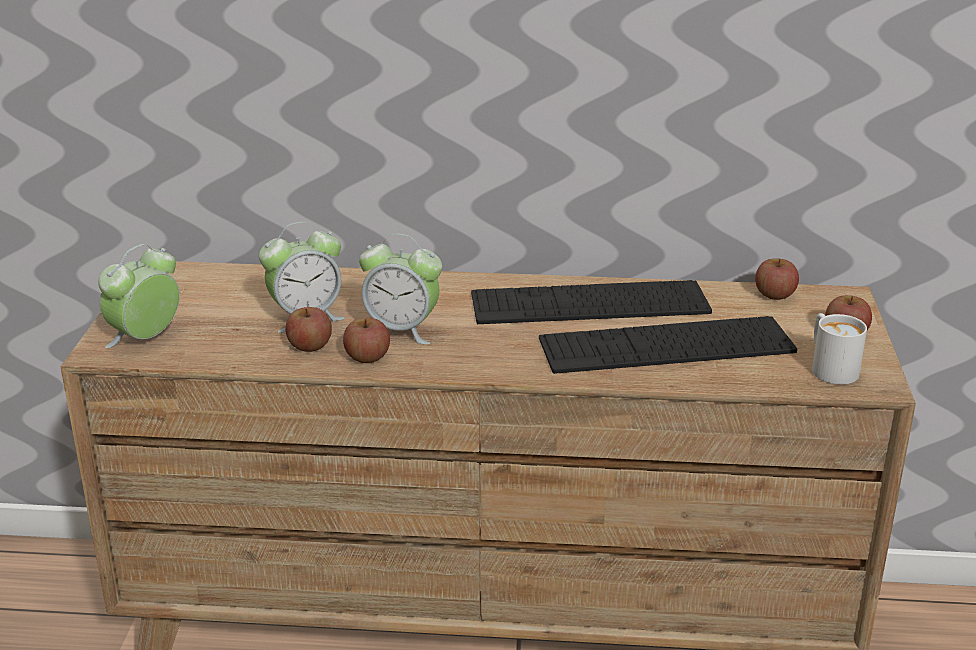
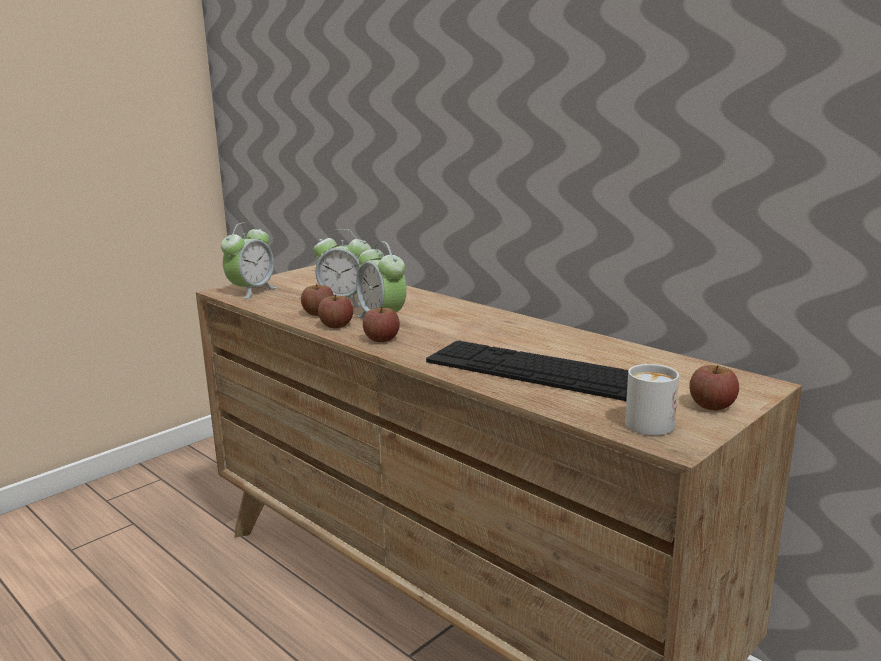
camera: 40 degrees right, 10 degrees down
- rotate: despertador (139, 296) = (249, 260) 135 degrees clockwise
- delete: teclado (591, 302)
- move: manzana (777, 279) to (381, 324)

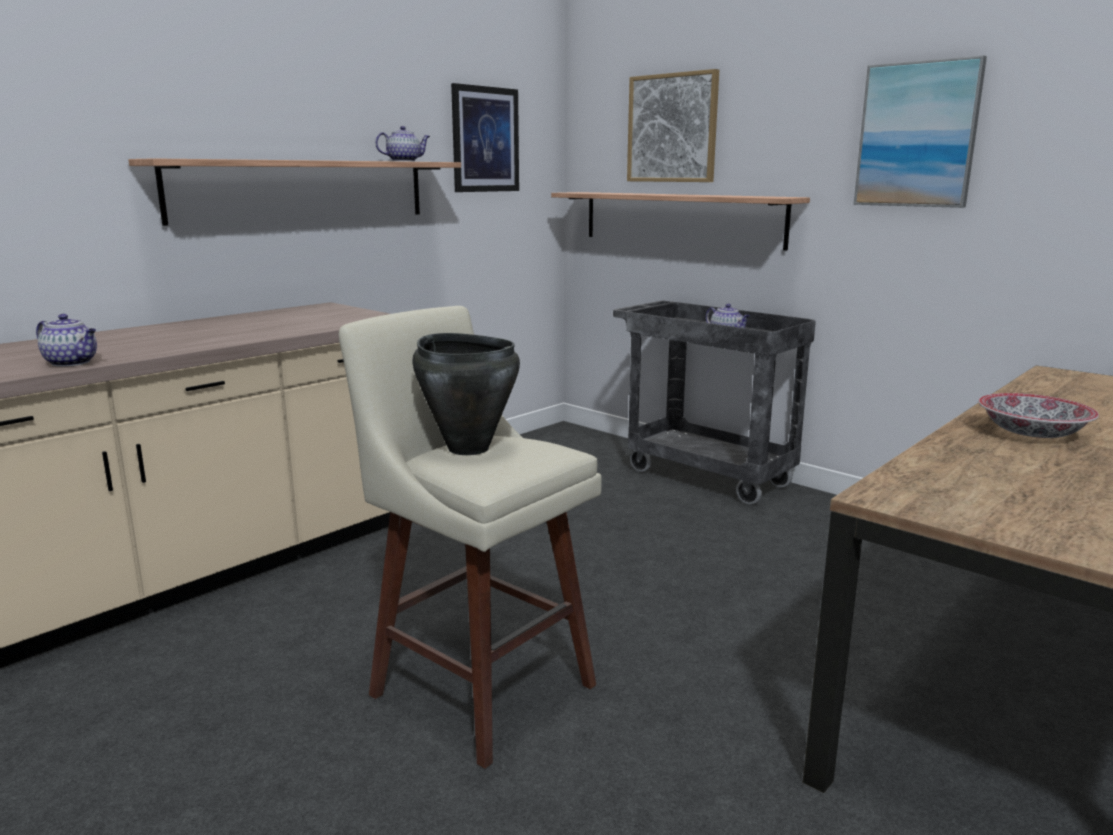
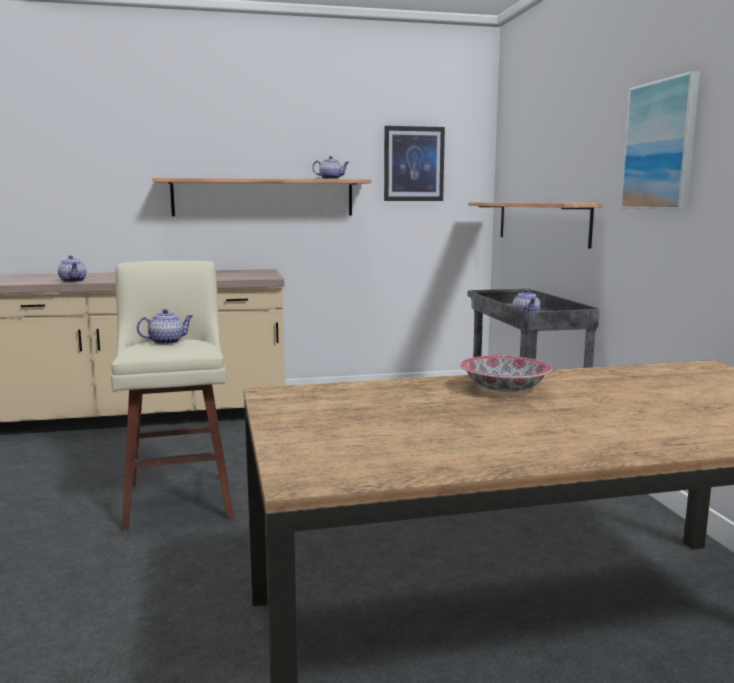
camera: 35 degrees right, 5 degrees down
- replace: olla [negro] (466, 394) to tetera (165, 326)
- delete: cuadro (673, 125)

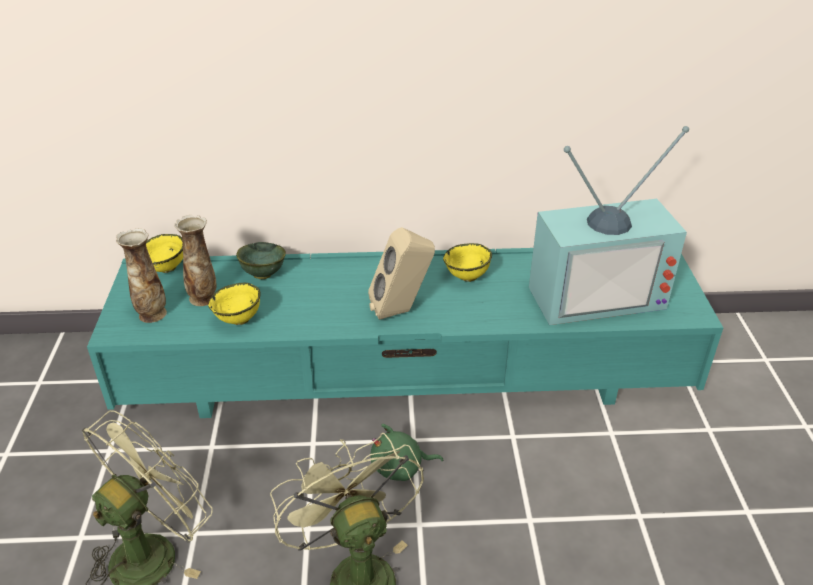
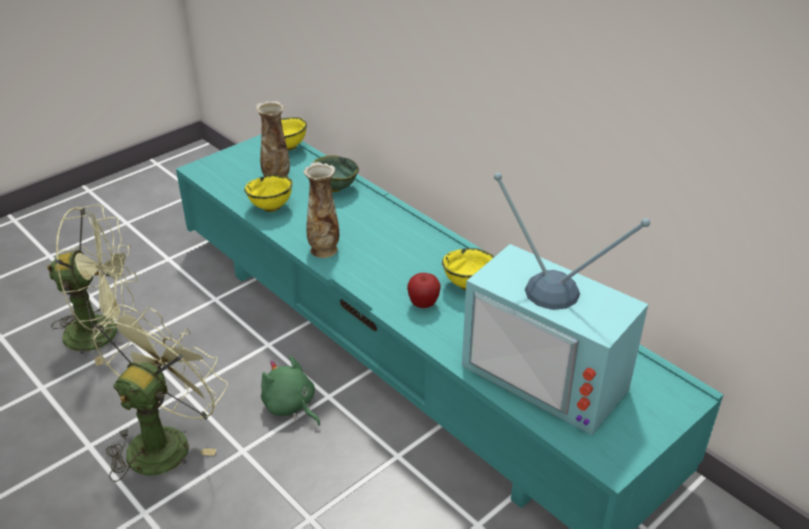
camera: 50 degrees right, 0 degrees up
- move: florero (141, 275) to (321, 210)
- delete: altavoz [beis] (401, 273)
- insert: manzana (423, 290)

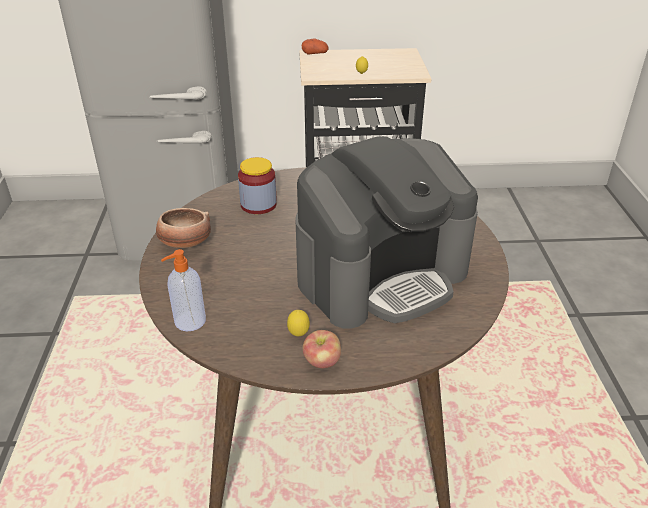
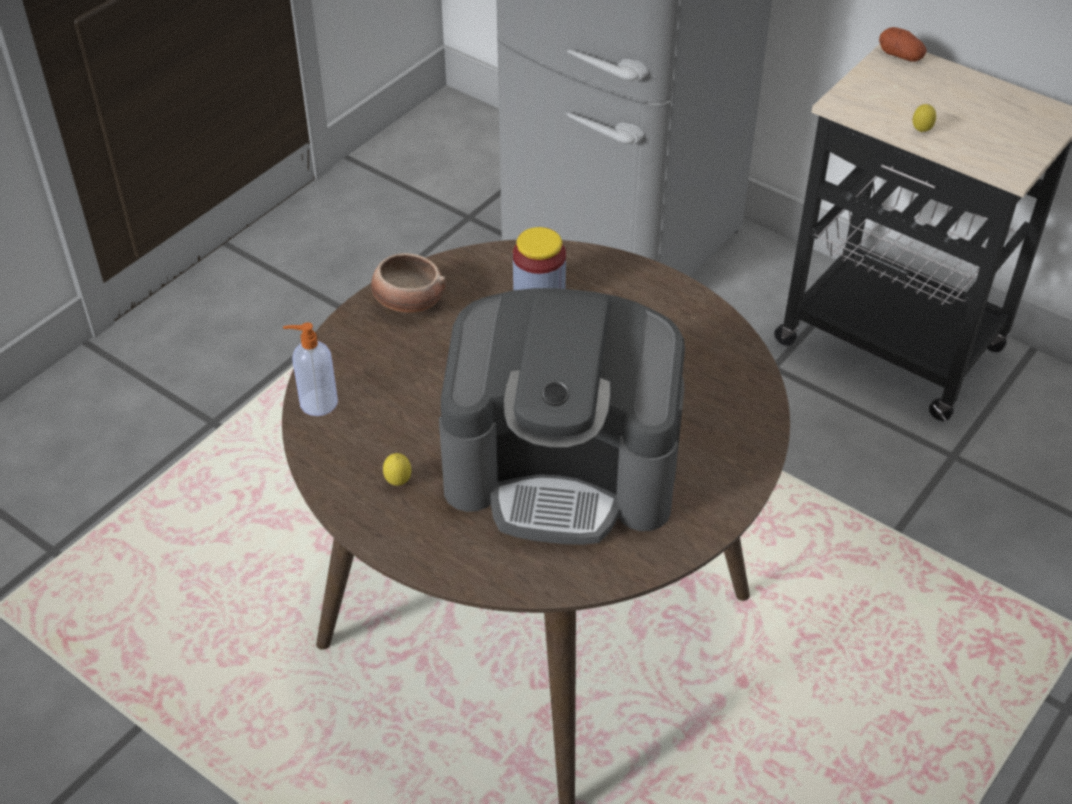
camera: 40 degrees right, 10 degrees up
- delete: manzana (321, 349)

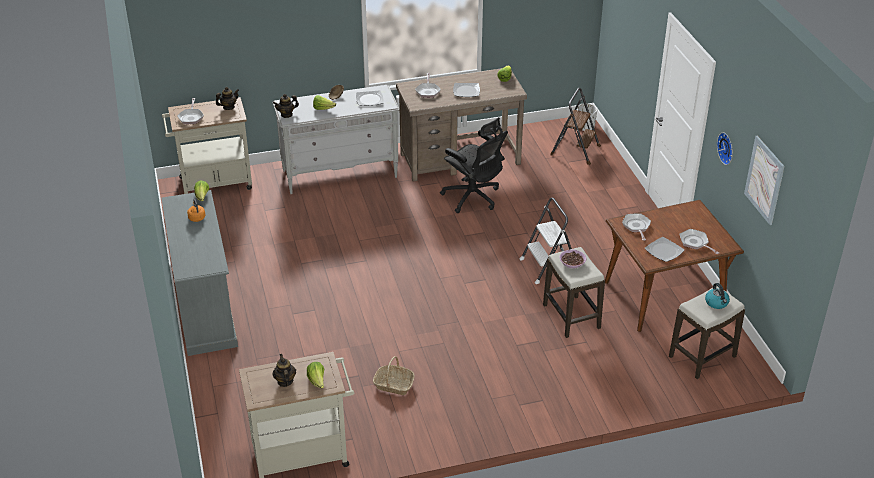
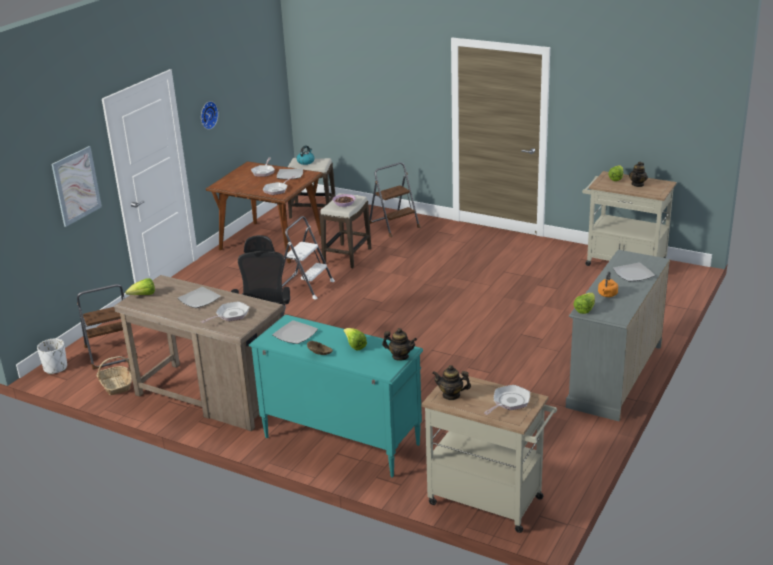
camera: 135 degrees left, 10 degrees down
- recolor: cómoda [blanco] (336, 139) to cómoda [turquesa] (336, 396)
- move: cesta (394, 375) to (114, 375)
- move: cuadro (764, 180) to (76, 186)
- insert: escalera de tijera [marrón] (395, 199)
- insert: plato (634, 271)

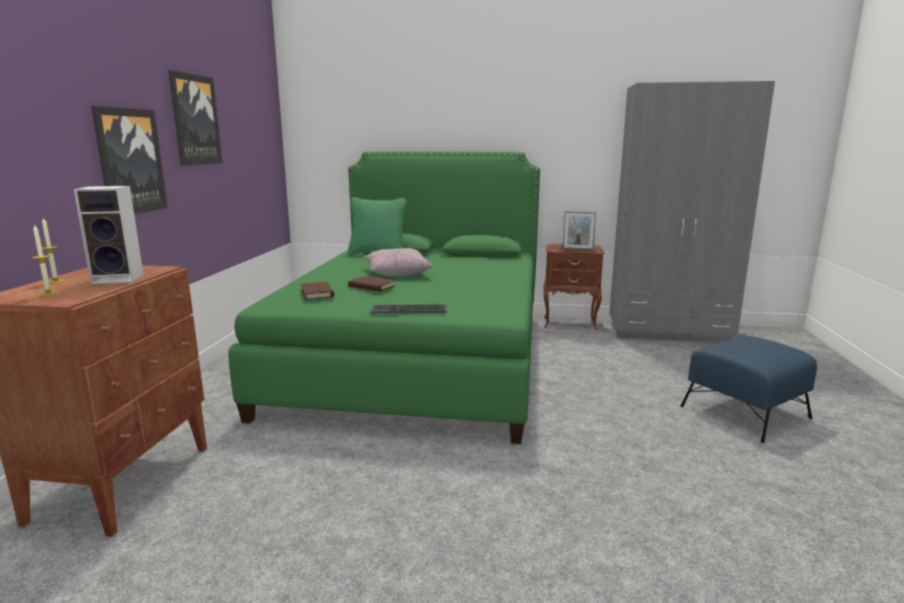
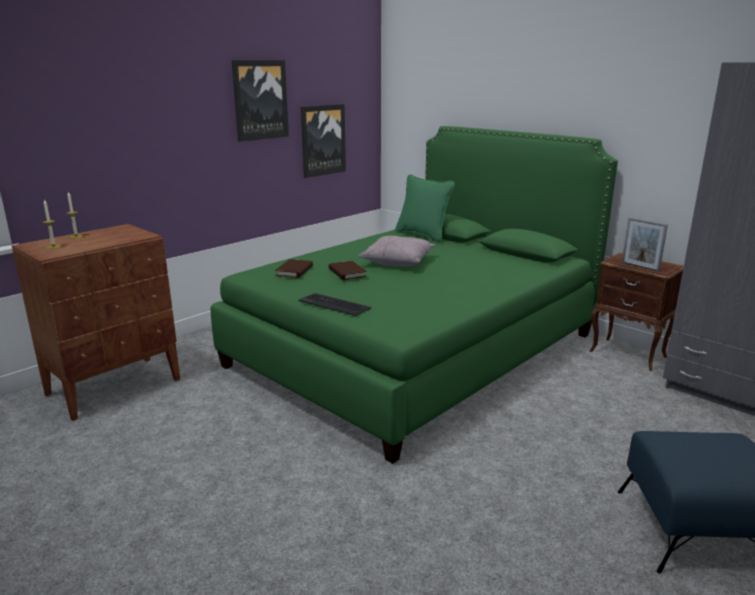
camera: 35 degrees right, 5 degrees up
- delete: altavoz (108, 235)
- move: cuadro (129, 160) to (323, 141)

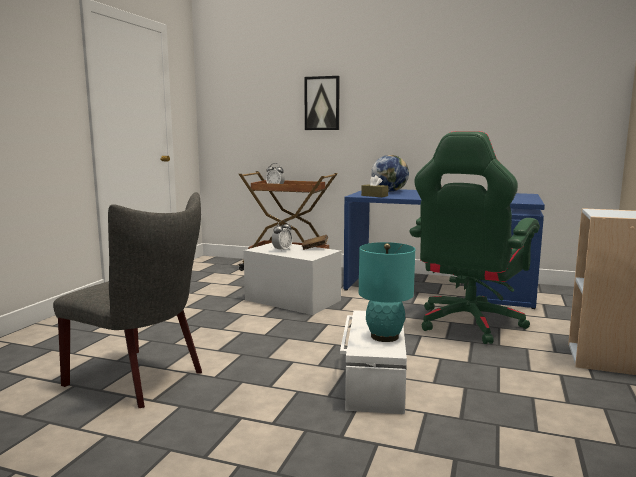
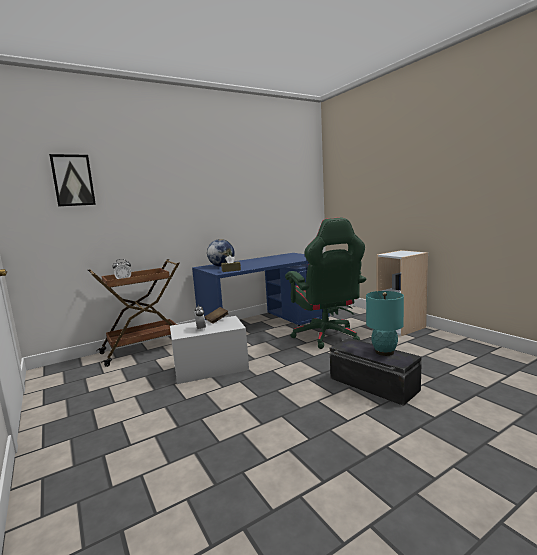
camera: 50 degrees left, 0 degrees up
- delete: silla [gris] (127, 300)
- move: cuadro (322, 103) to (72, 180)
- recolor: caja de almacenaje [blanco] (373, 362) to caja de almacenaje [negro] (376, 372)

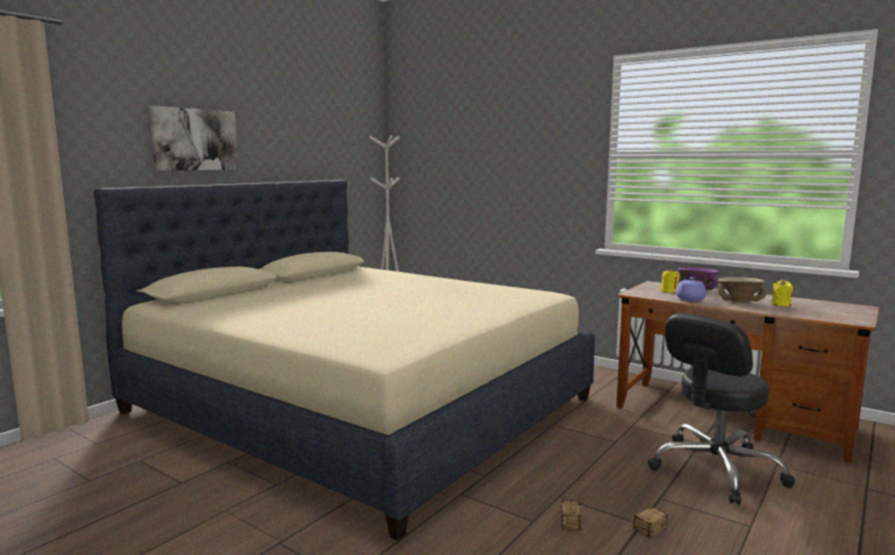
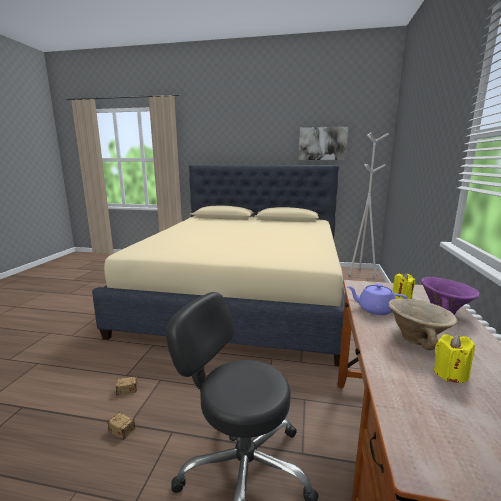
camera: 65 degrees right, 5 degrees up
- move: cuadro (193, 138) to (323, 143)

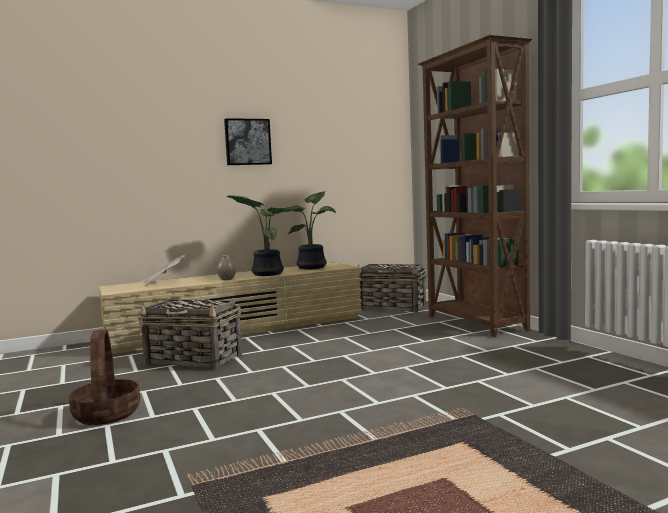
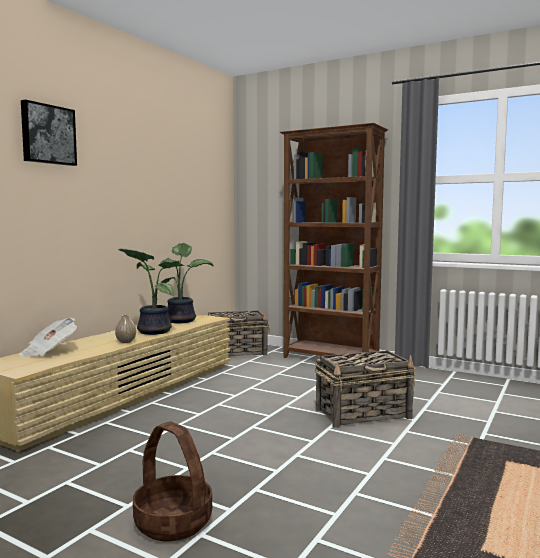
camera: 35 degrees left, 0 degrees up
- move: cesta (190, 334) to (365, 389)
- move: cuadro (248, 141) to (49, 133)

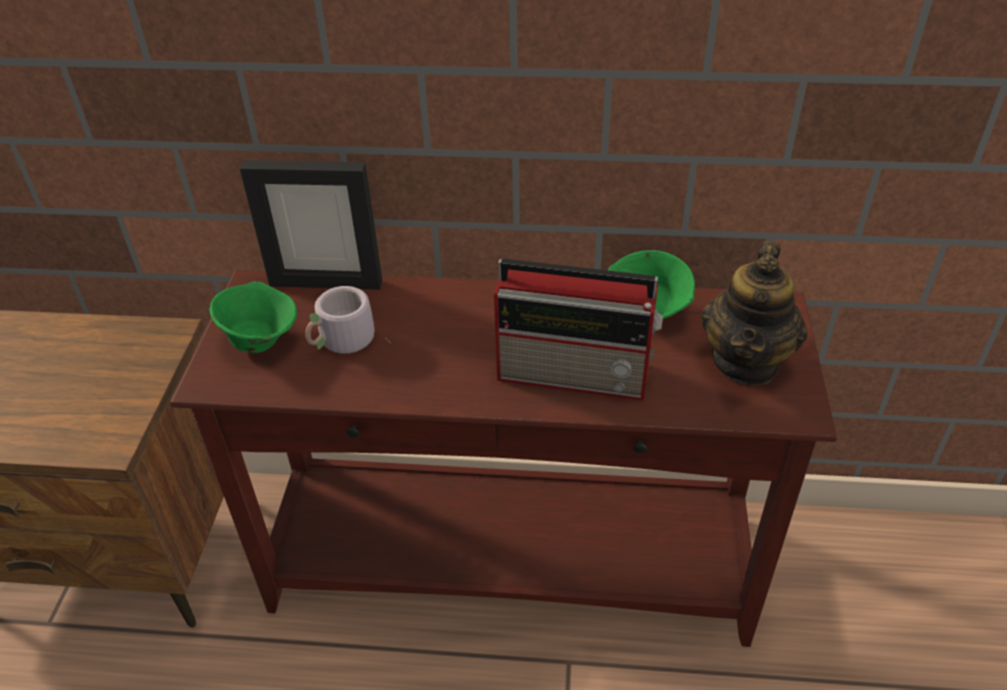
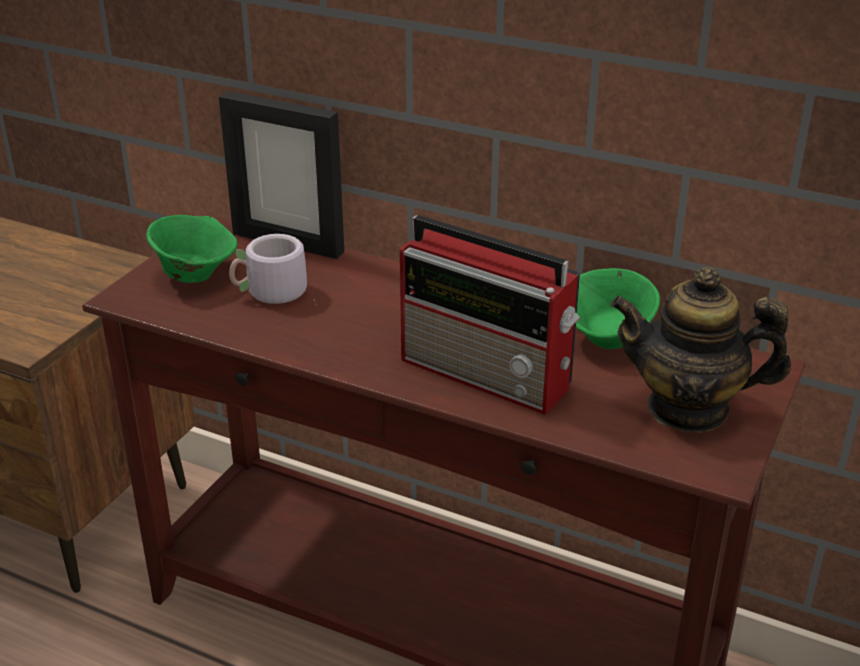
camera: 20 degrees right, 10 degrees down
- rotate: tetera (754, 313) = (700, 350) 60 degrees clockwise

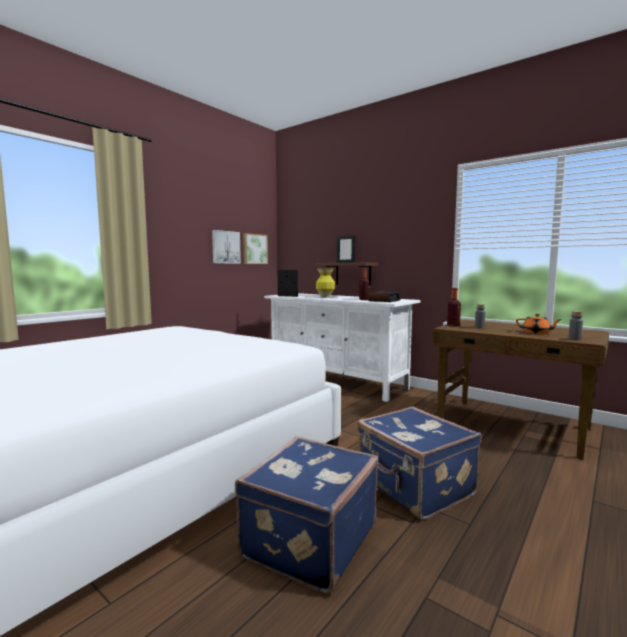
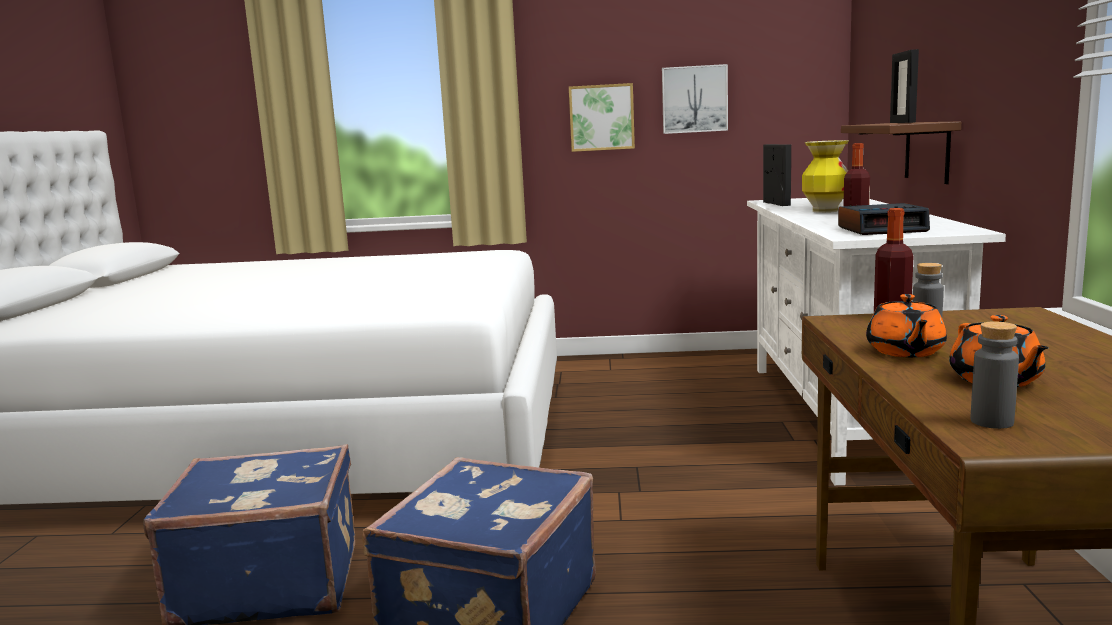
camera: 55 degrees right, 5 degrees up
- move: cuadro (255, 248) to (602, 117)
- insert: tetera [naranja] (906, 325)

